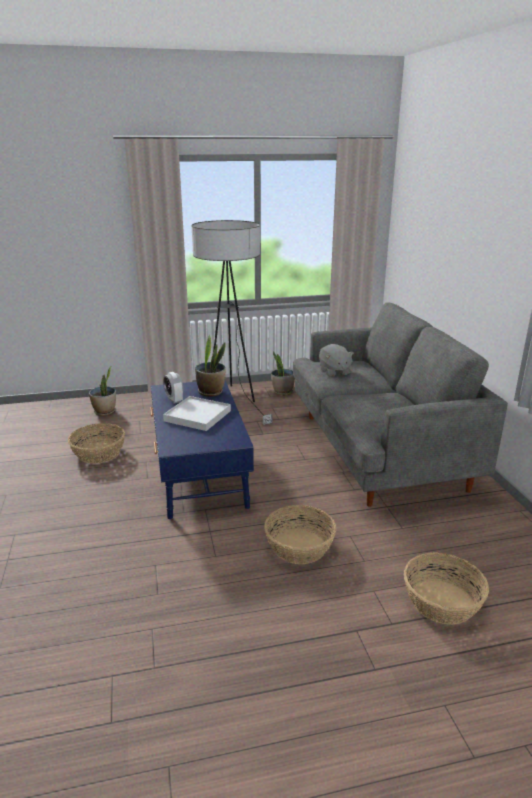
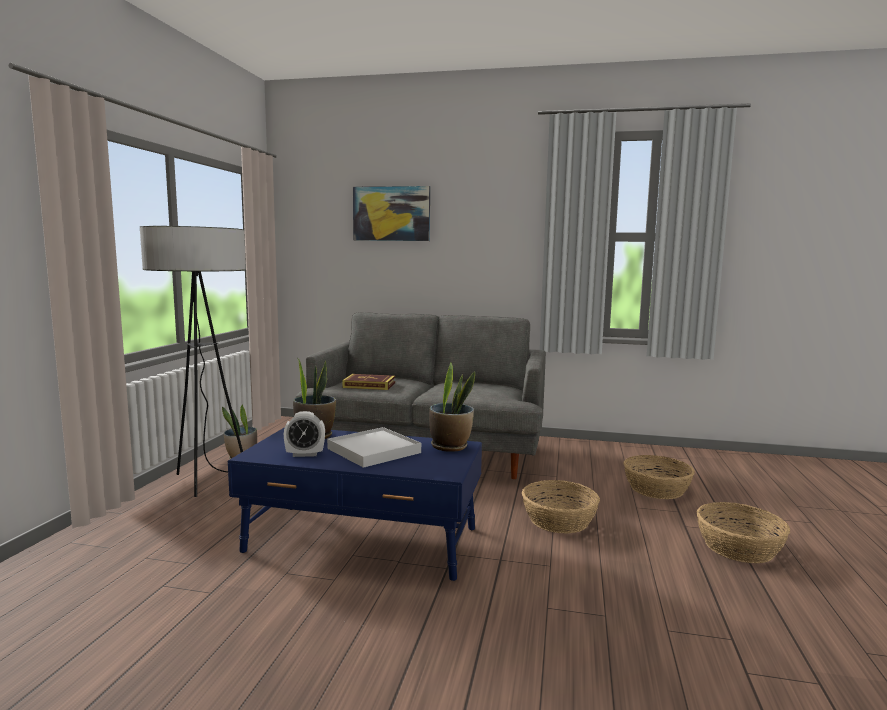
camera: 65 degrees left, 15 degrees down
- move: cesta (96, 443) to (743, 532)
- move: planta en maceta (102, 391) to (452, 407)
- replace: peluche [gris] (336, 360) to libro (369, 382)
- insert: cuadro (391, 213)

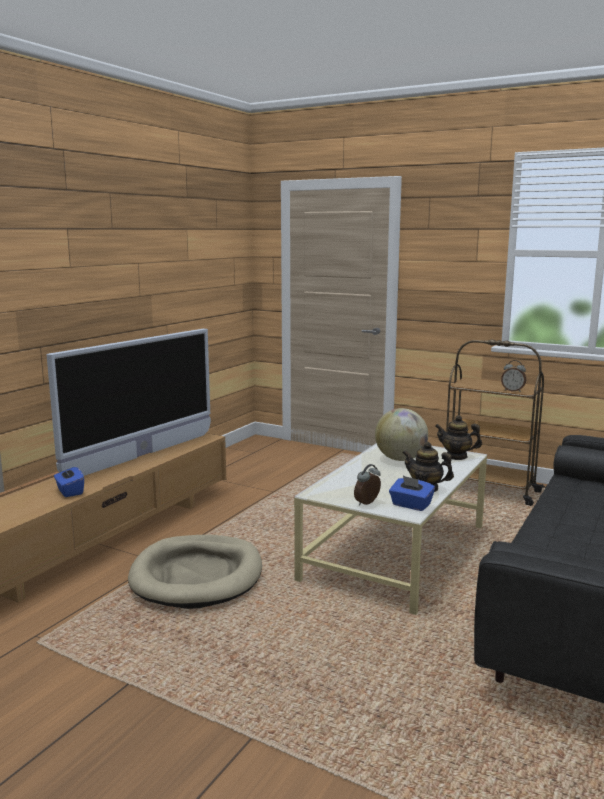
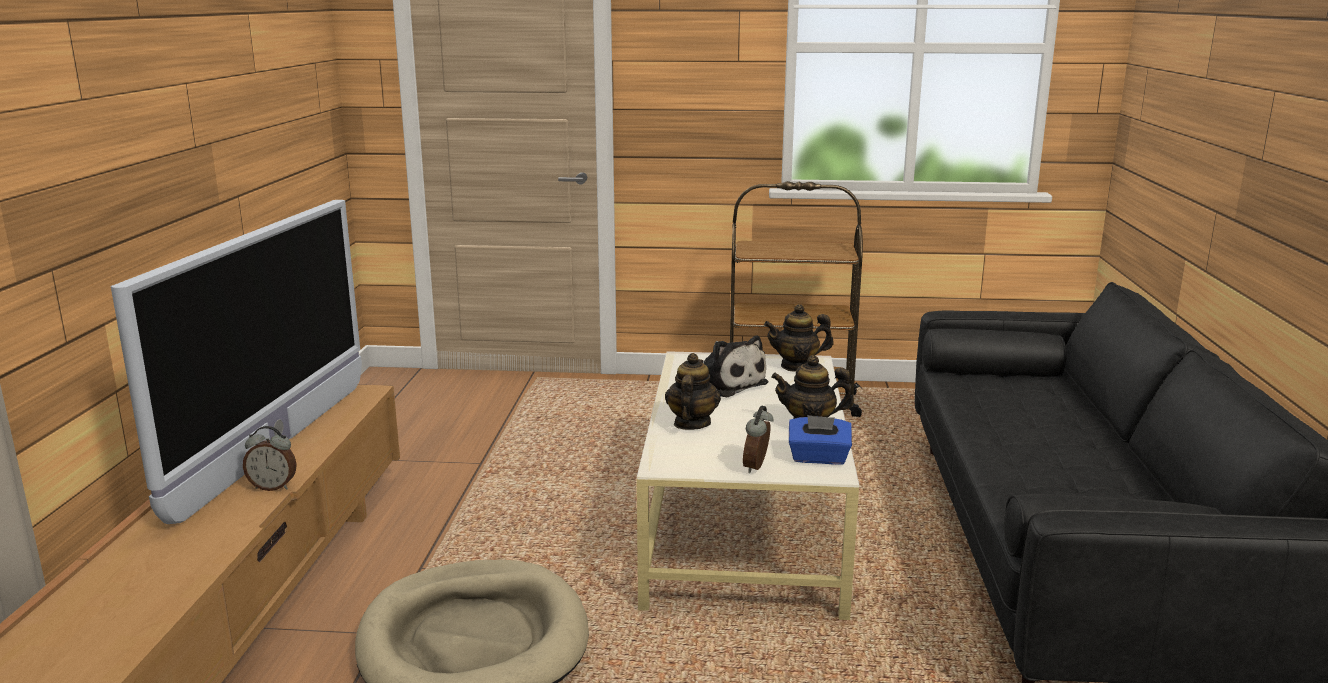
camera: 25 degrees left, 5 degrees up
- delete: caja de pañuelos [azul] (69, 481)
- replace: globo terráqueo (401, 434) to peluche (736, 366)
- move: despertador (513, 376) to (270, 458)
- insert: tetera (693, 391)

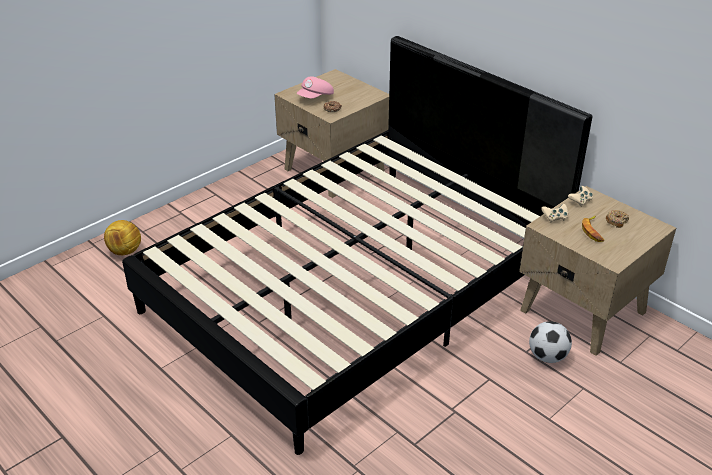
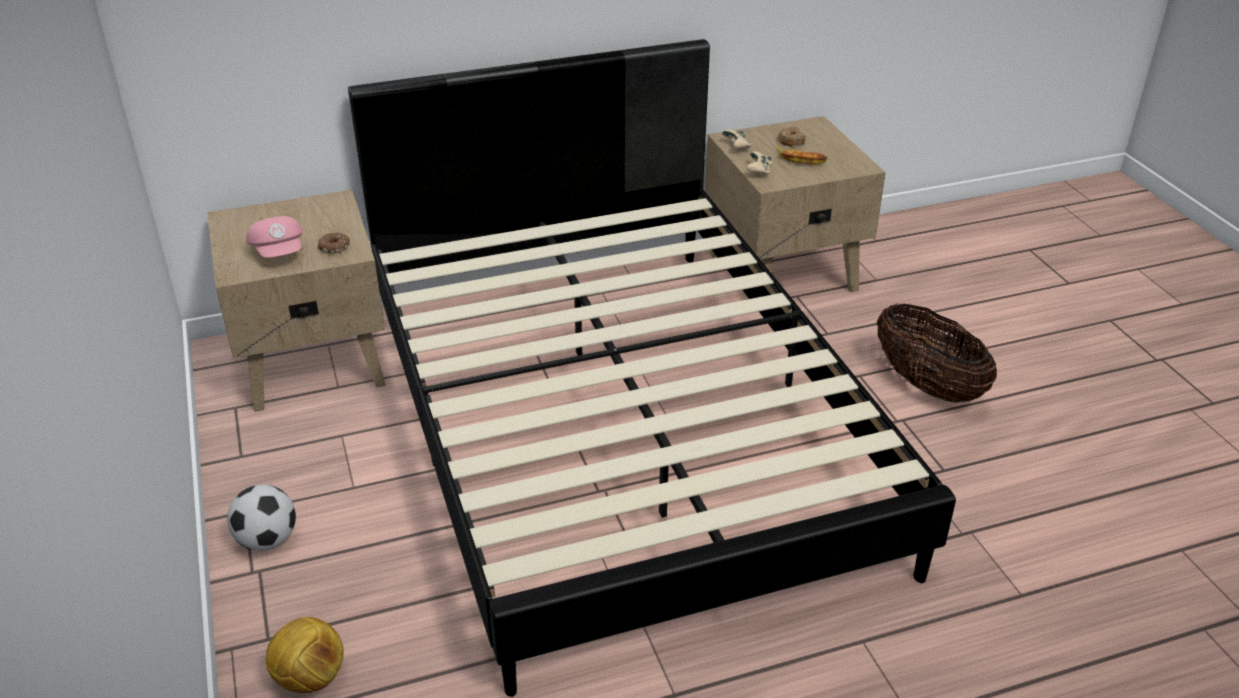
camera: 65 degrees left, 0 degrees up
- move: balón de fútbol (550, 342) to (261, 517)
- insert: cesta (937, 353)

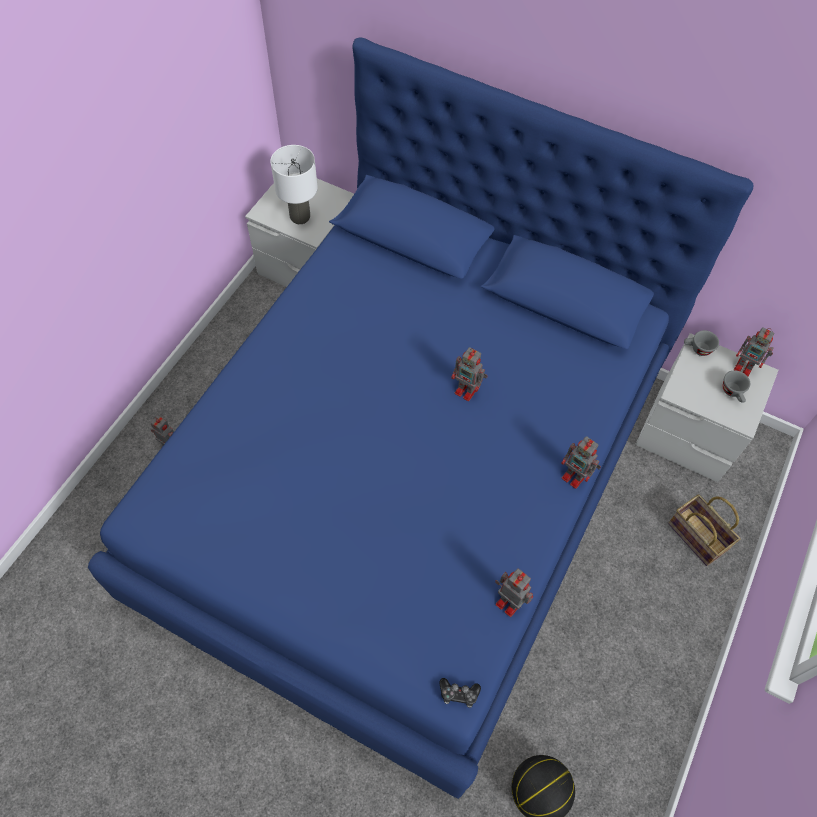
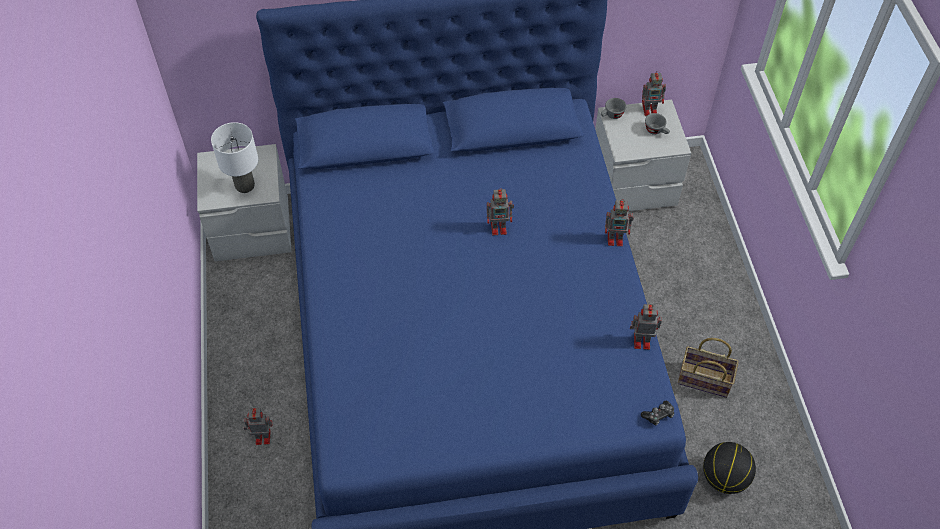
camera: 35 degrees left, 5 degrees down
- move: cesta (704, 530) to (708, 368)

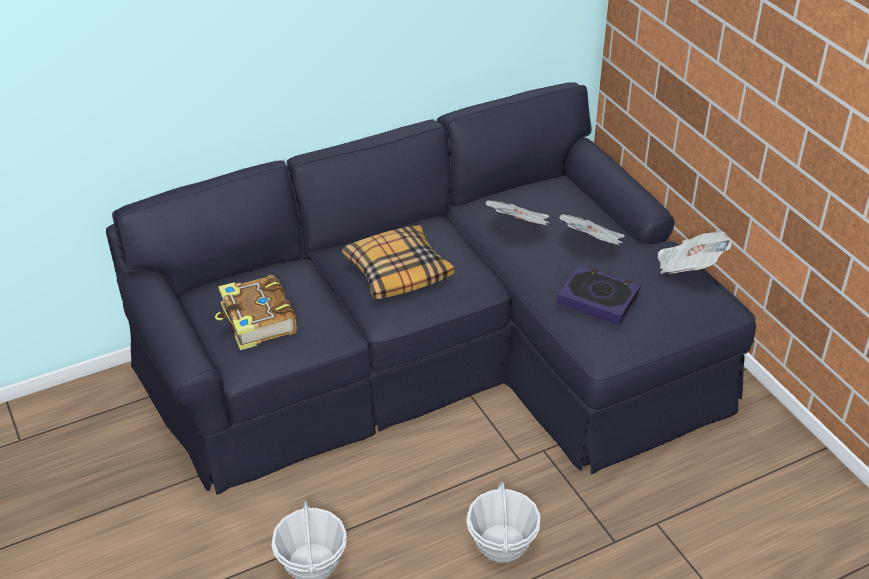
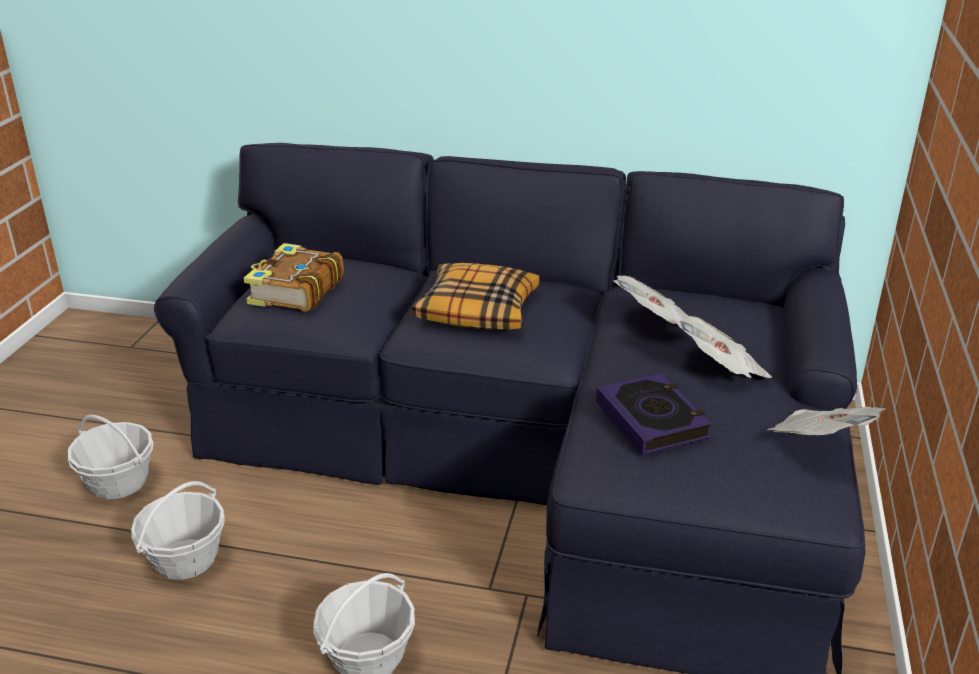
camera: 40 degrees right, 10 degrees down
- insert: cesta (111, 457)

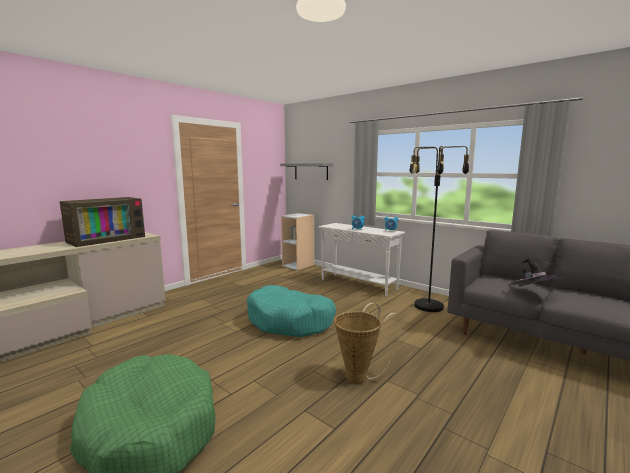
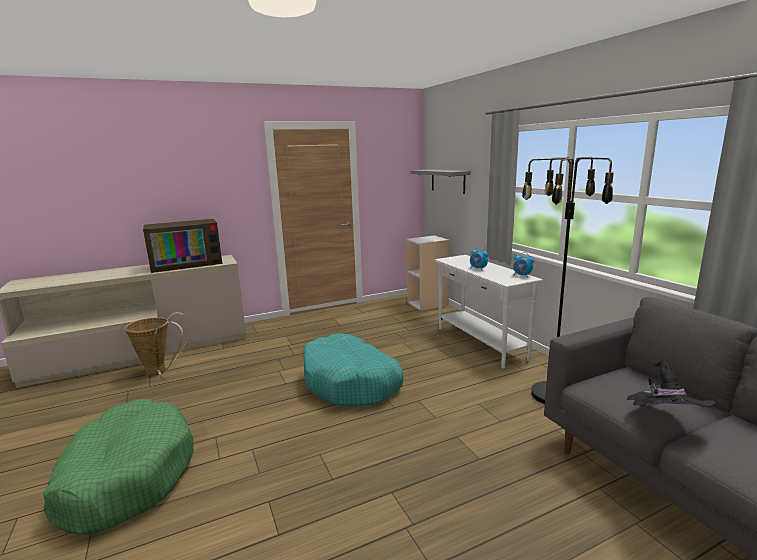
camera: 25 degrees right, 5 degrees up
- move: cesta (368, 343) to (158, 344)

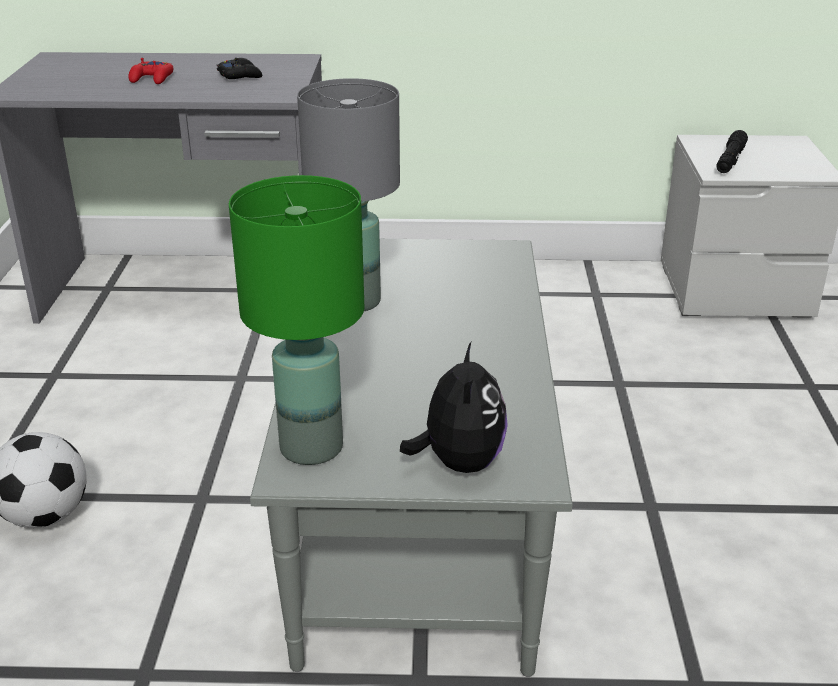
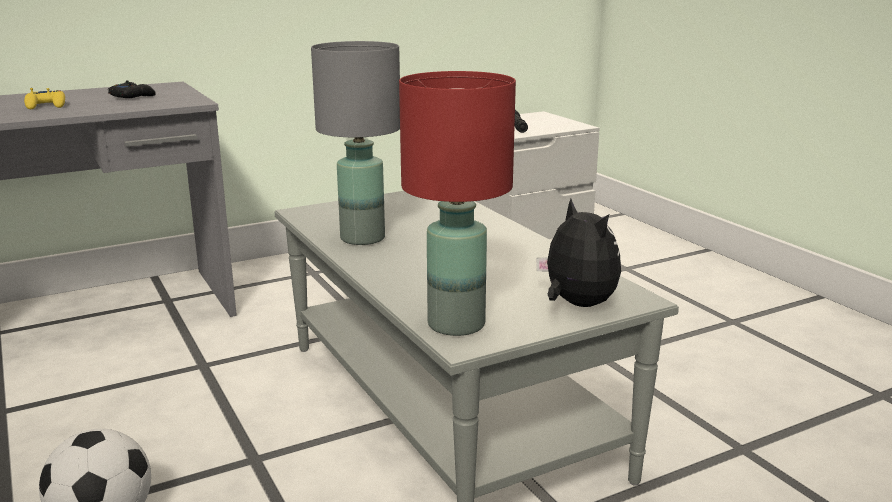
camera: 30 degrees left, 10 degrees down
- recolor: mando de consola [rojo] (150, 71) to mando de consola [amarillo] (44, 98)
- recolor: lámpara de mesa [verde] (296, 320) to lámpara de mesa [rojo] (457, 203)

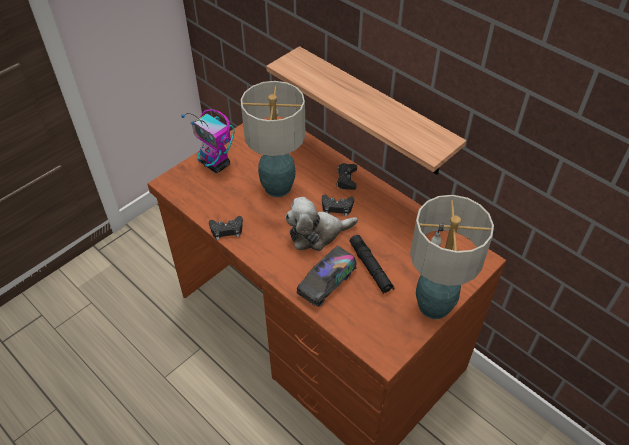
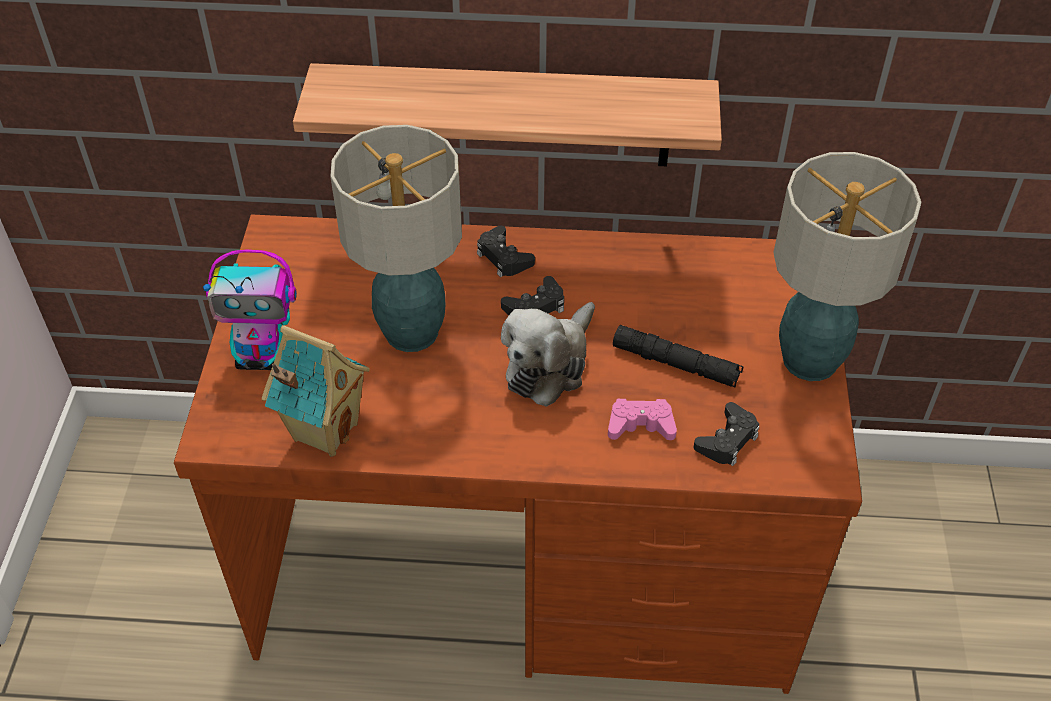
camera: 40 degrees left, 0 degrees up
- move: mando de consola [negro] (226, 228) to (727, 434)
- replace: camión de juguete (326, 276) to mando de consola [rosa] (642, 419)
- insert: casita (316, 390)

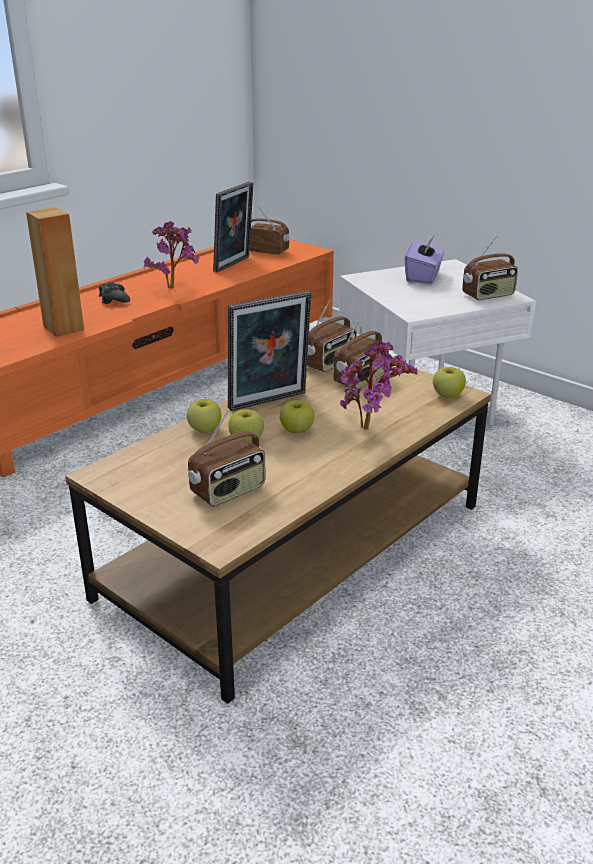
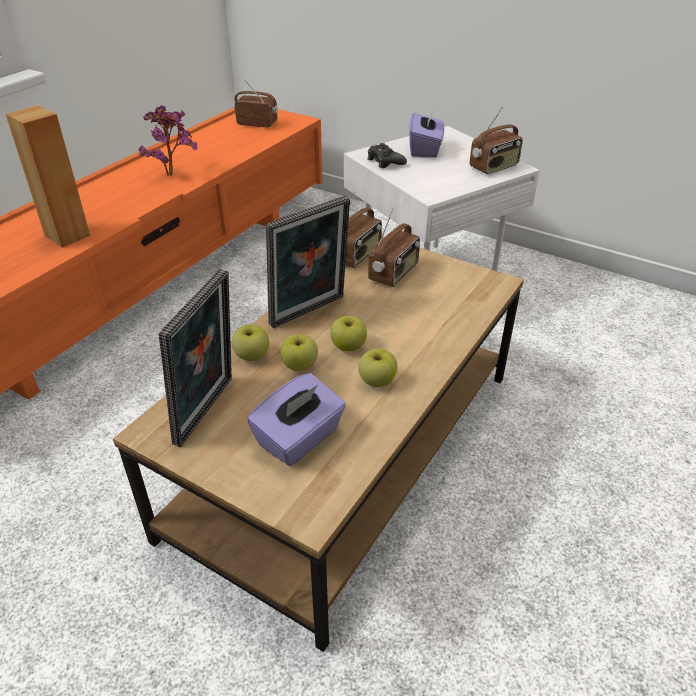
camera: 10 degrees left, 10 degrees up
- move: mando de consola [negro] (114, 293) to (387, 155)
- replace: radio (227, 458) to caja de pañuelos [morado] (296, 419)
- move: portarretratos (233, 227) to (195, 358)
- delete: planta en maceta (378, 385)
- move: manzana (449, 382) to (377, 367)

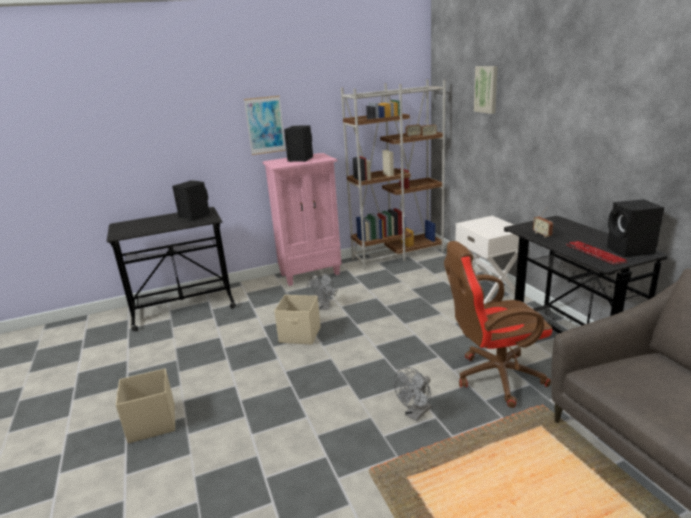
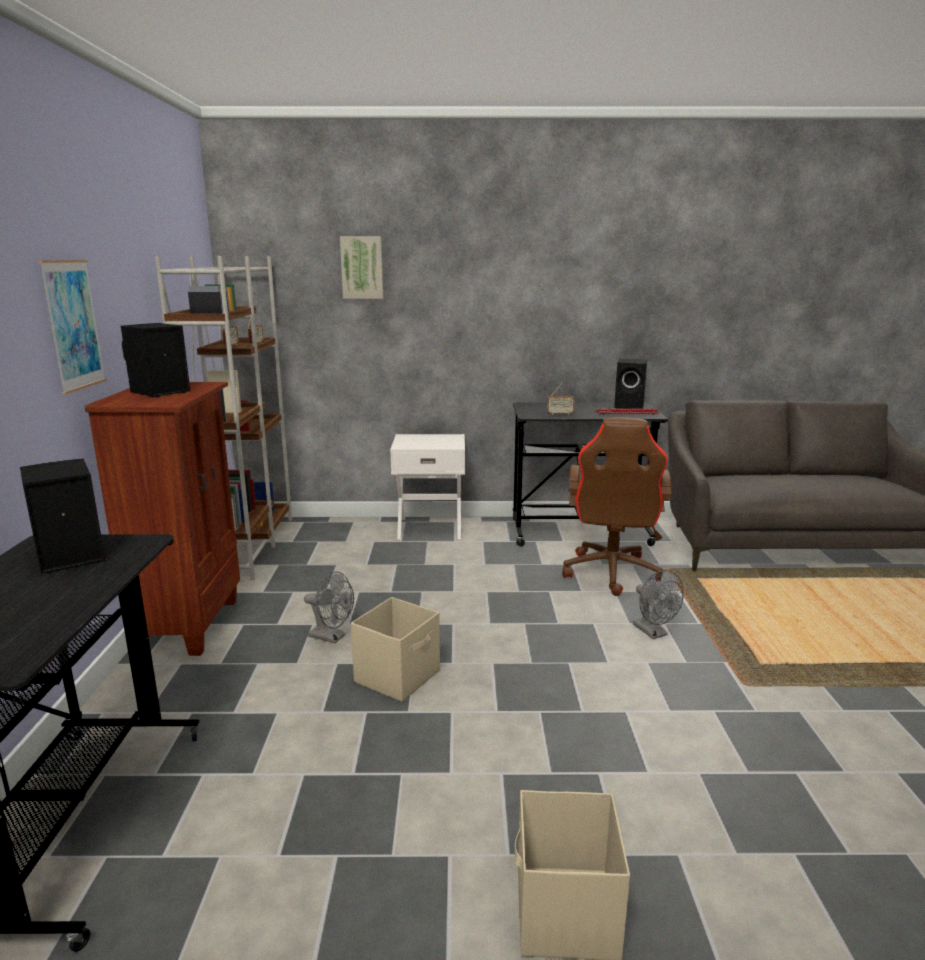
camera: 70 degrees left, 5 degrees down
- recolor: armario [rosa] (302, 219) to armario [marrón] (161, 519)

